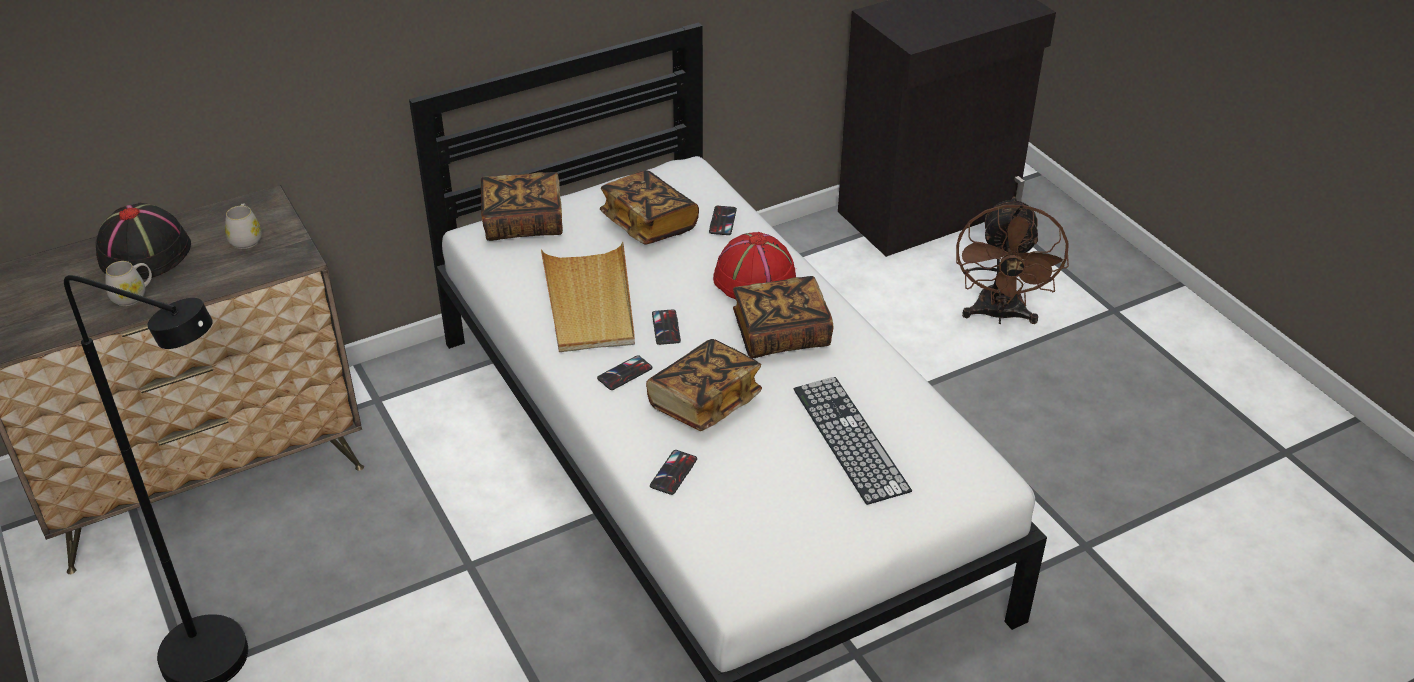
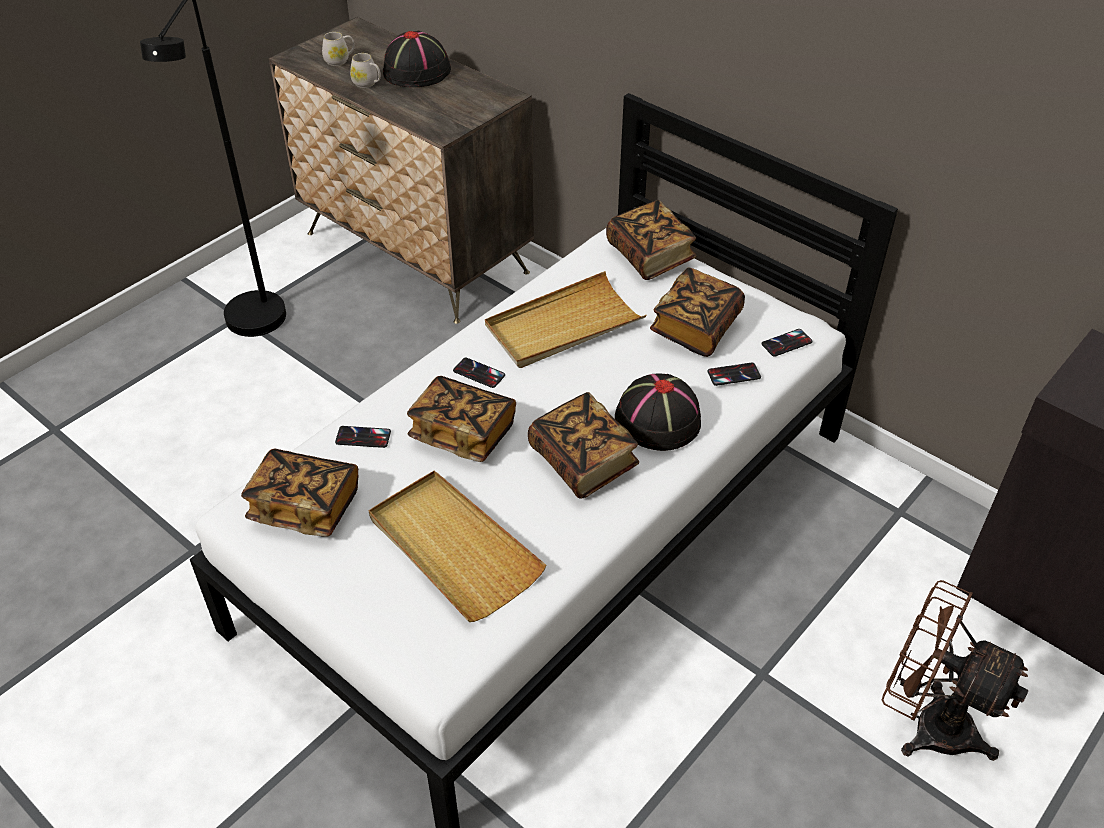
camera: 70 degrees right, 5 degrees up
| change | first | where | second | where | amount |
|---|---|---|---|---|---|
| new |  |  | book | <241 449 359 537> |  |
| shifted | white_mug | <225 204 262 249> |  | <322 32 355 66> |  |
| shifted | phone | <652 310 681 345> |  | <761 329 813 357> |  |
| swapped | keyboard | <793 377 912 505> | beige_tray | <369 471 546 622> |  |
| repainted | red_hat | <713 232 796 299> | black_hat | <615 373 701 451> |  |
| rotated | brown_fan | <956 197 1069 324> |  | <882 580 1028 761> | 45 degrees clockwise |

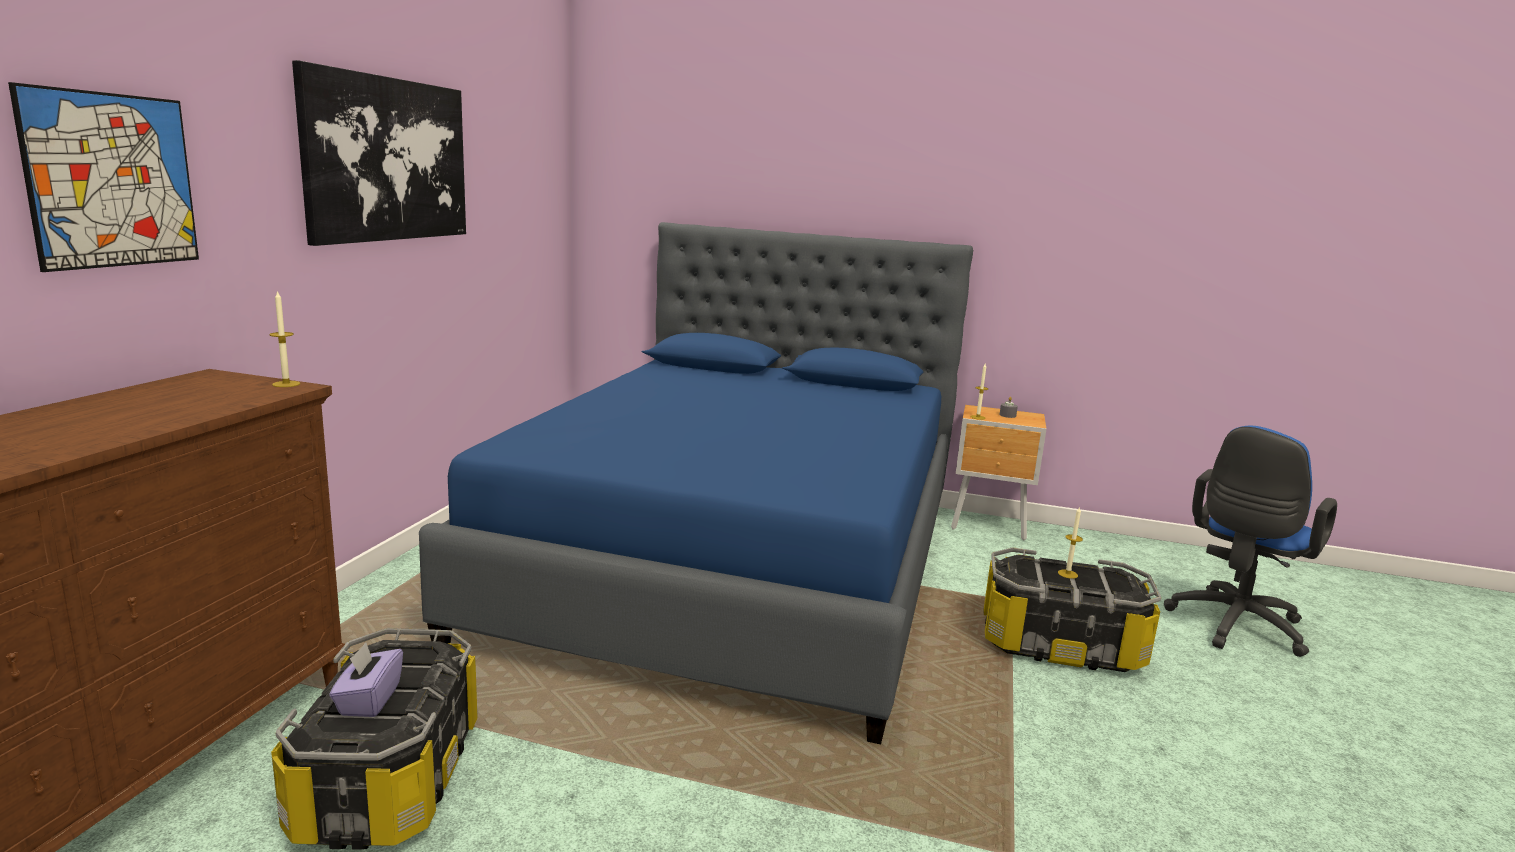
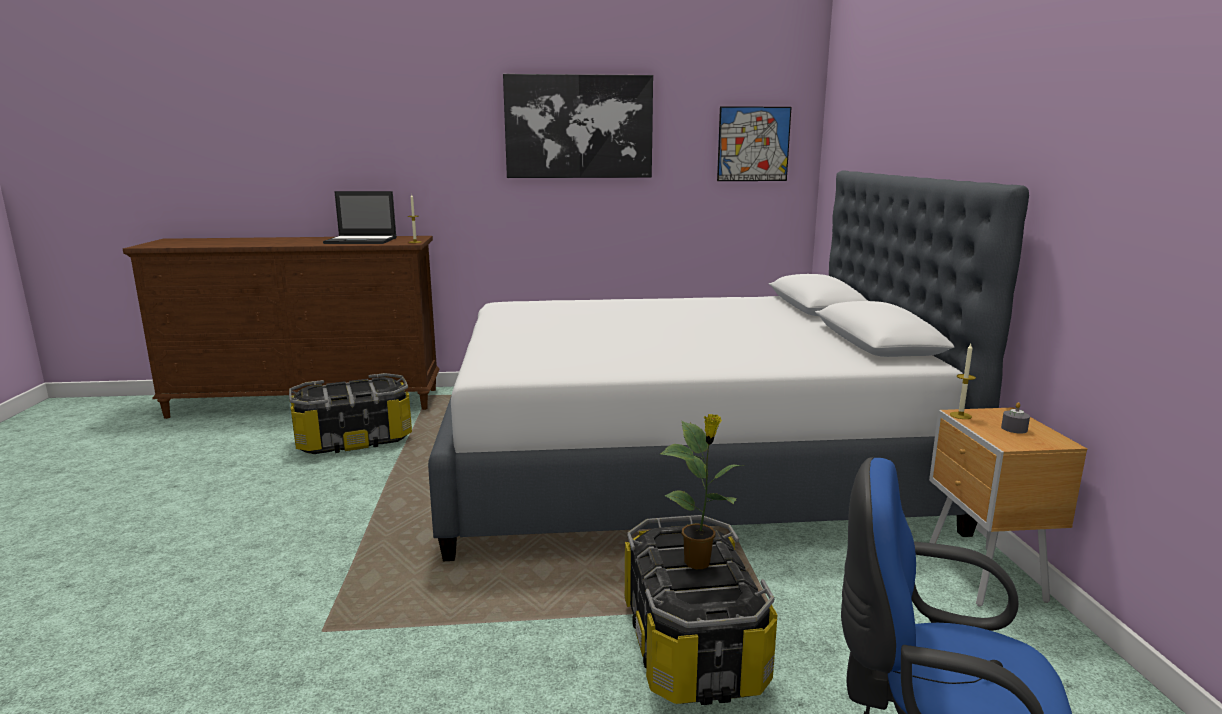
camera: 70 degrees right, 0 degrees up
| change | first | where | second | where | amount |
|---|---|---|---|---|---|
| gone | purple_tissue_box | <329 642 403 717> |  |  |  |
| new |  |  | laptop | <323 191 397 244> |  |
| shifted | picture | <8 82 199 272> |  | <717 106 791 181> |  |
| swapped | candle | <1058 506 1083 579> | potted_plant | <660 414 745 569> |  |
| repainted | blue_bed | <419 222 973 745> | white_bed | <428 170 1029 561> |  |

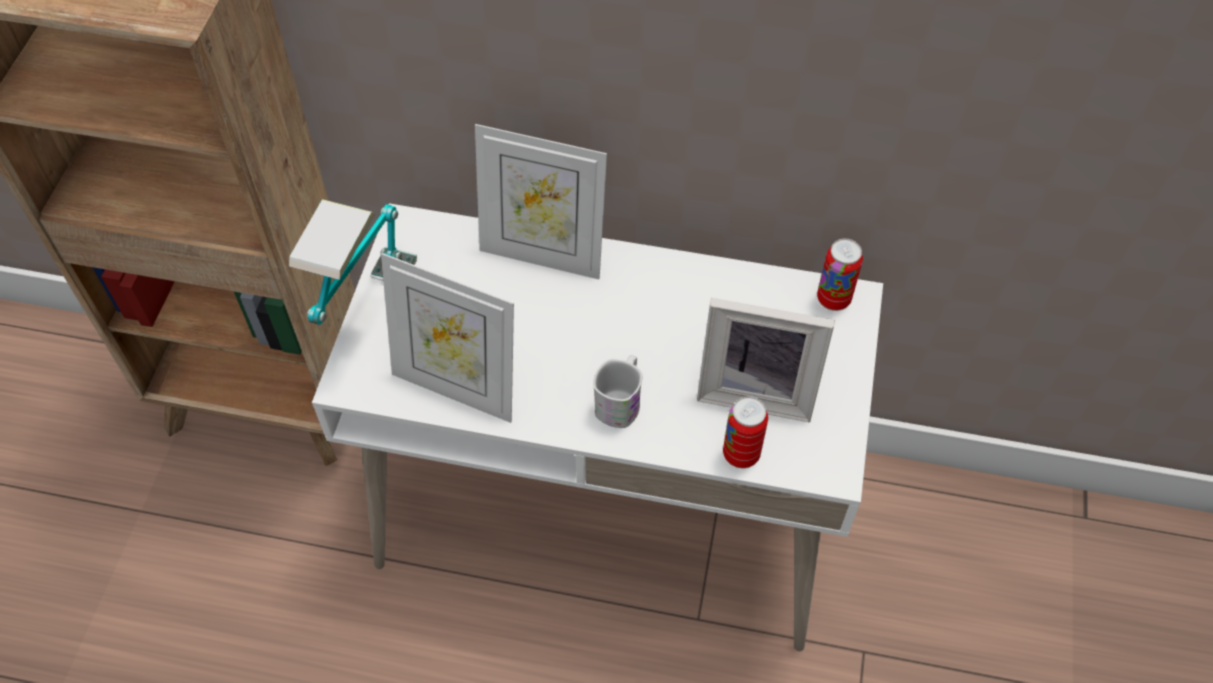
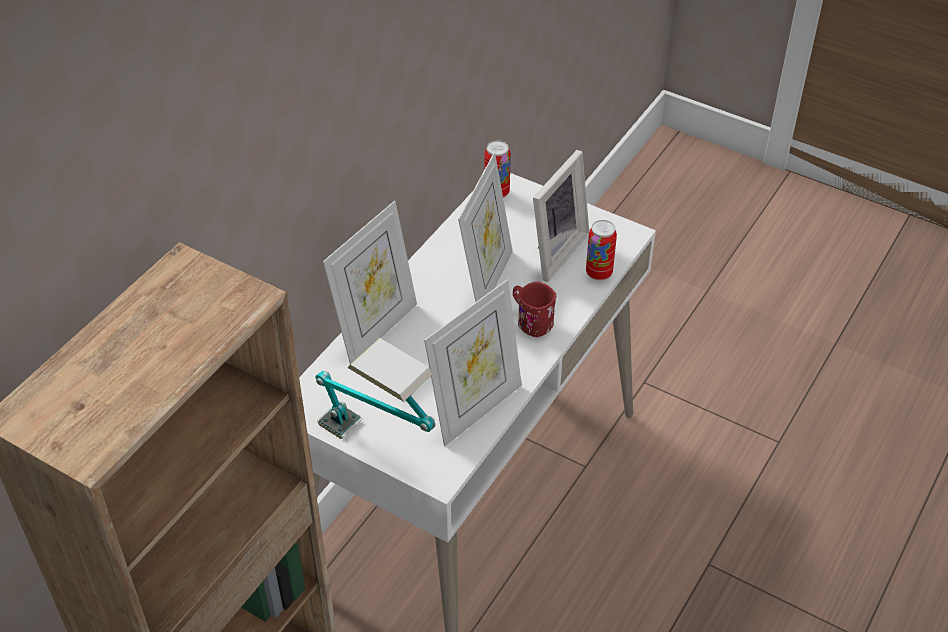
camera: 70 degrees left, 10 degrees down
| change | first | where | second | where | amount |
|---|---|---|---|---|---|
| new |  |  | picture_frame | <458 153 513 302> |  |
| repainted | white_mug | <593 355 643 428> | red_mug | <513 281 557 337> |  |

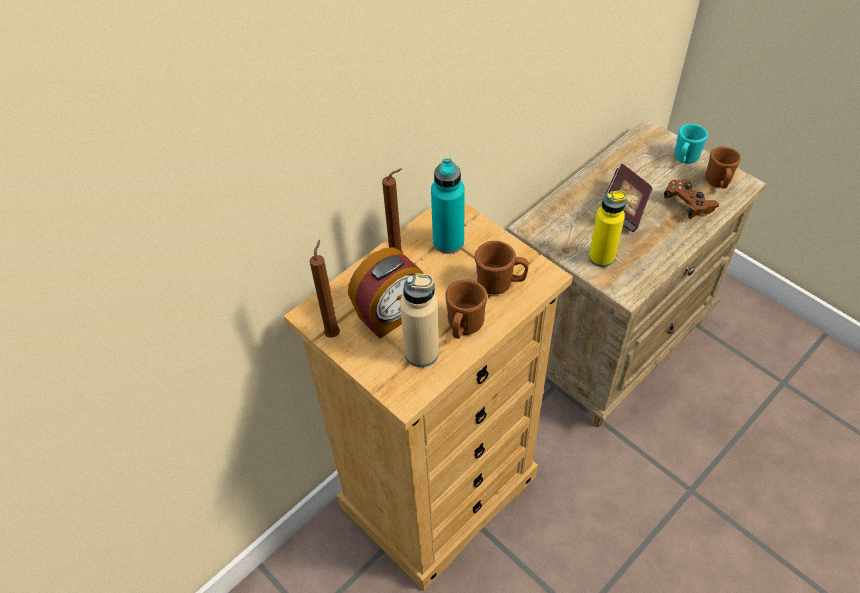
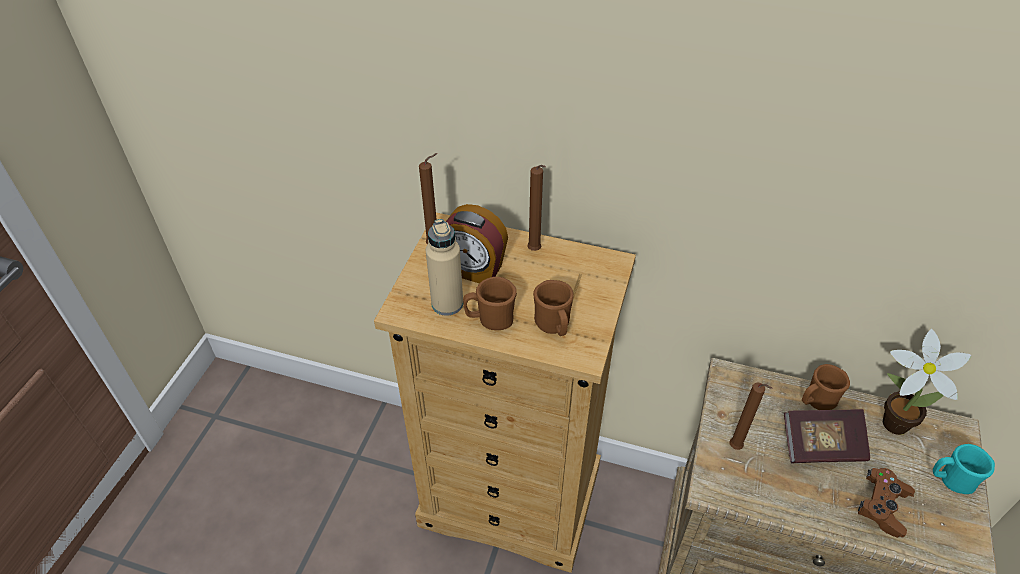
camera: 60 degrees right, 5 degrees down
| change | first | where | second | where | amount |
|---|---|---|---|---|---|
| gone | turquoise_bottle | <431 158 465 254> |  |  |  |
| new |  |  | potted_plant | <883 329 971 435> |  |
| shifted | brown_mug | <705 146 741 188> |  | <802 364 850 410> |  |
| swapped | yellow_bottle | <589 190 627 267> | brown_candle | <730 382 773 450> |  |

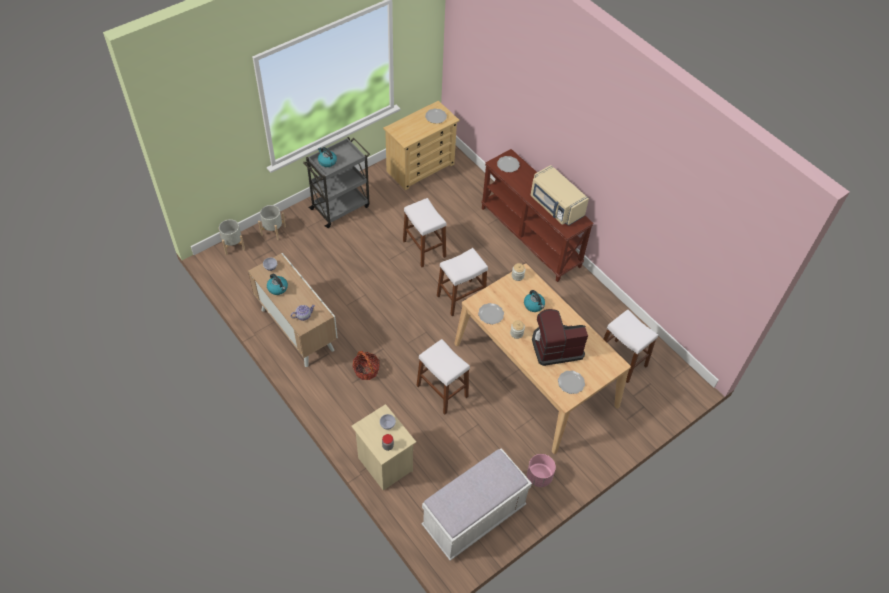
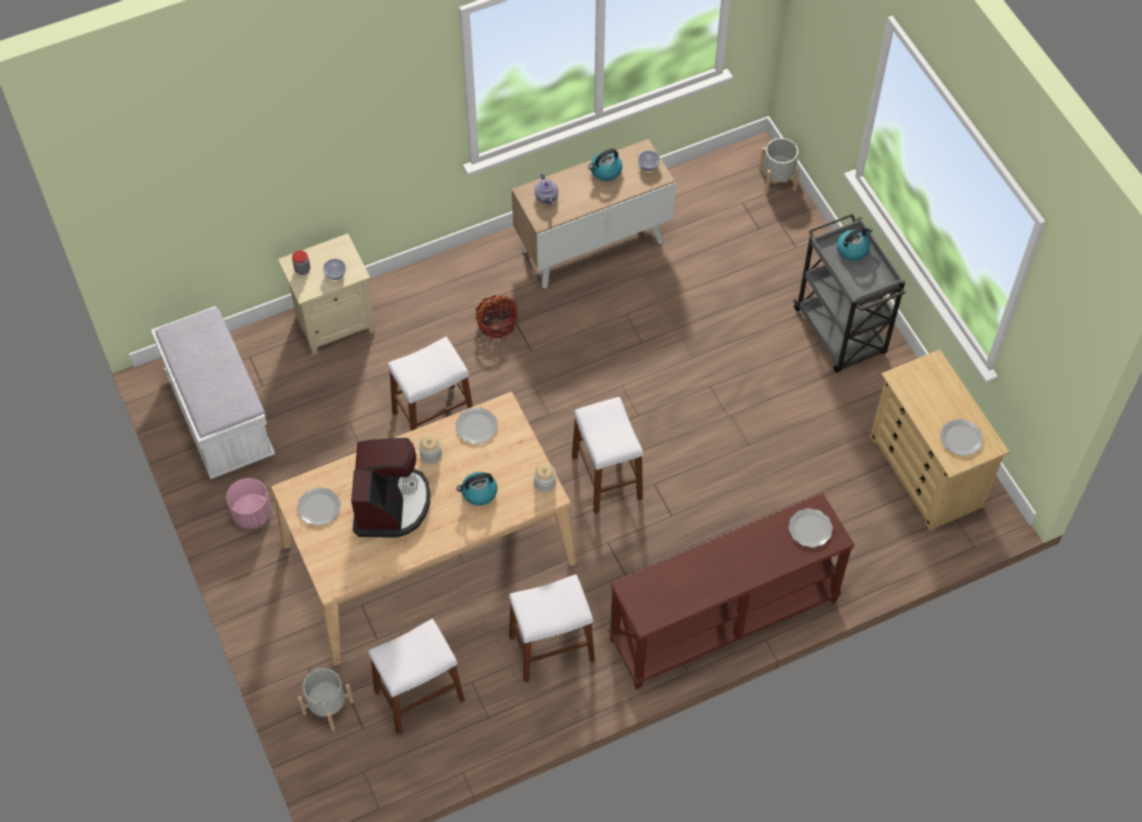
camera: 105 degrees right, 5 degrees up
| change | first | where | second | where | amount |
|---|---|---|---|---|---|
| gone | beige_microwave | <531 165 589 226> |  |  |  |
| shifted | grey_planter | <258 205 286 240> |  | <298 668 354 731> |  |
| shifted | white_stool | <403 198 446 267> |  | <509 574 595 682> |  |

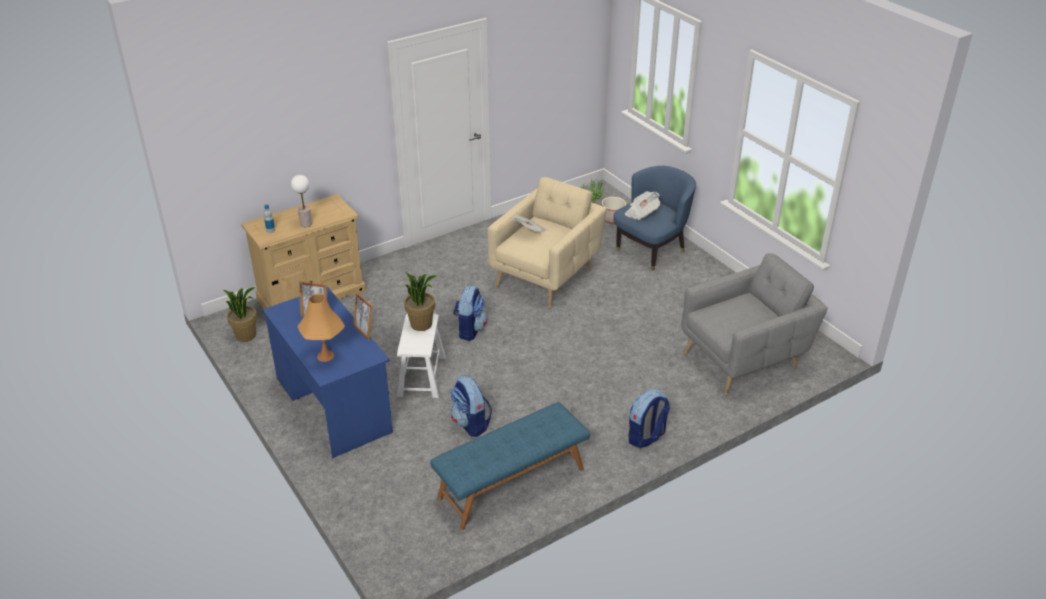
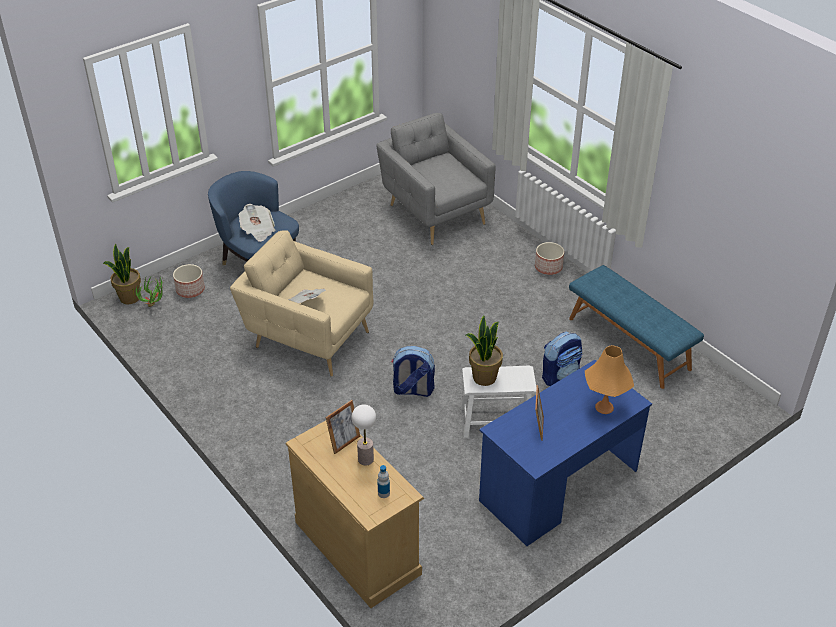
camera: 95 degrees left, 5 degrees up
| change | first | where | second | where | amount |
|---|---|---|---|---|---|
| shifted | potted_plant | <223 287 257 342> |  | <103 244 141 304> |  |
| shifted | picture_frame | <353 292 373 341> |  | <325 400 360 454> |  |
| swapped | backpack | <629 389 670 448> | planter | <535 242 564 275> |  |

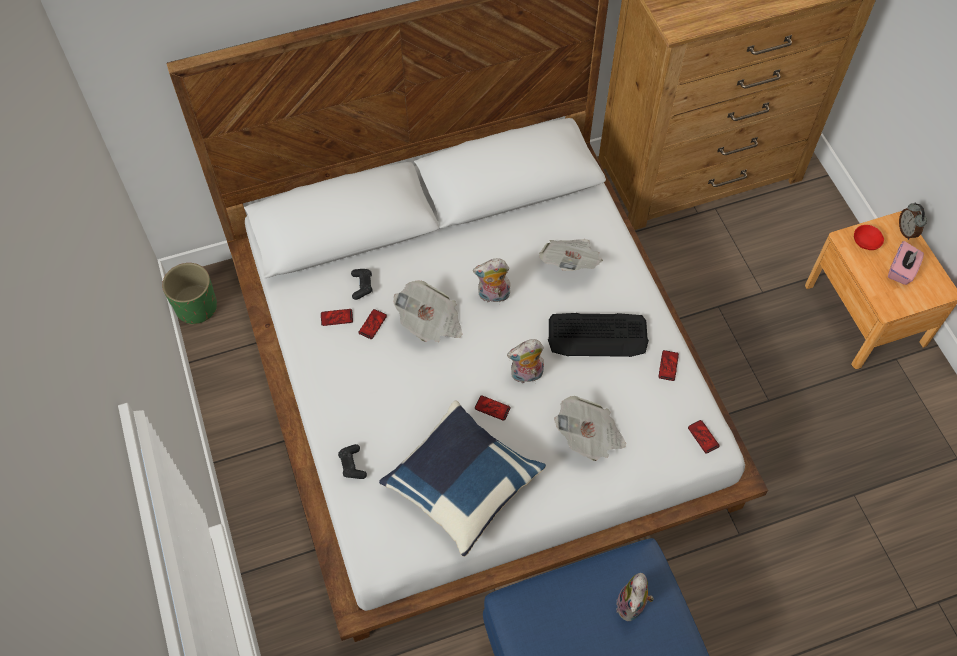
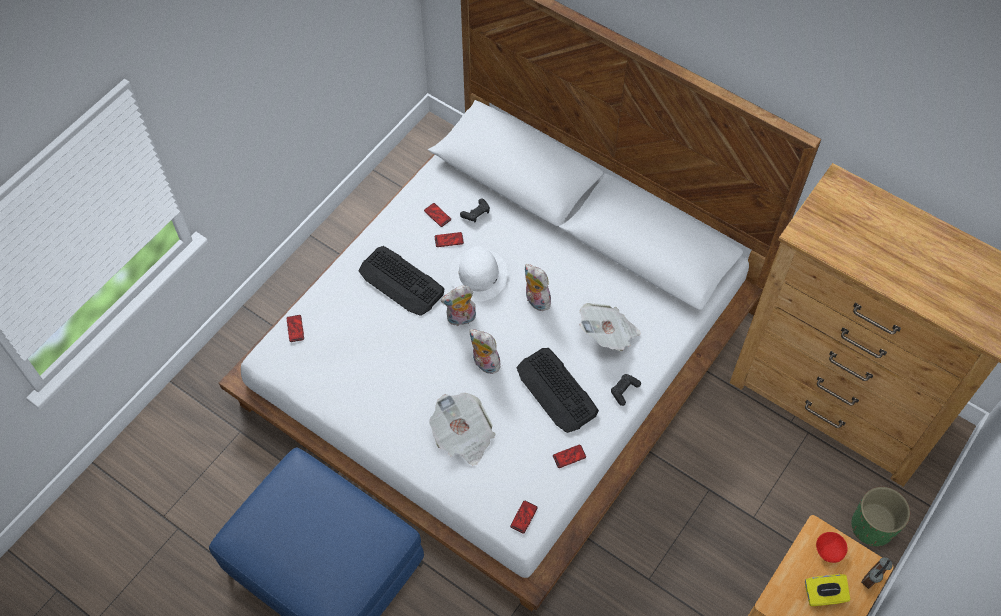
camera: 55 degrees right, 0 degrees up
| change | first | where | second | where | amount |
|---|---|---|---|---|---|
| gone | blue_pillow | <379 400 546 557> |  |  |  |
| new |  |  | keyboard | <358 246 445 316> |  |
| shifted | green_planter | <162 263 217 325> |  | <851 487 910 546> |  |
| shifted | black_game_controller | <338 444 367 479> |  | <611 374 641 406> |  |
| shifted | phone | <475 395 511 421> |  | <286 315 304 342> |  |
| shifted | plush_toy | <616 573 654 621> |  | <441 285 476 326> |  |
| swapped | newspaper | <393 280 462 342> | white_hat | <450 246 508 301> |  |
| repainted | pink_tissue_box | <888 241 924 285> | yellow_tissue_box | <805 574 851 606> |  |

